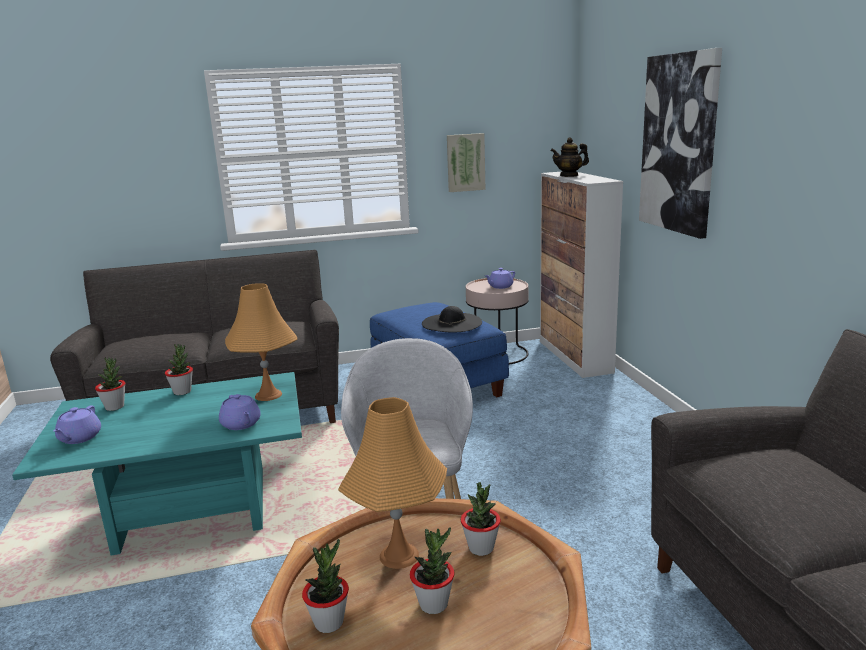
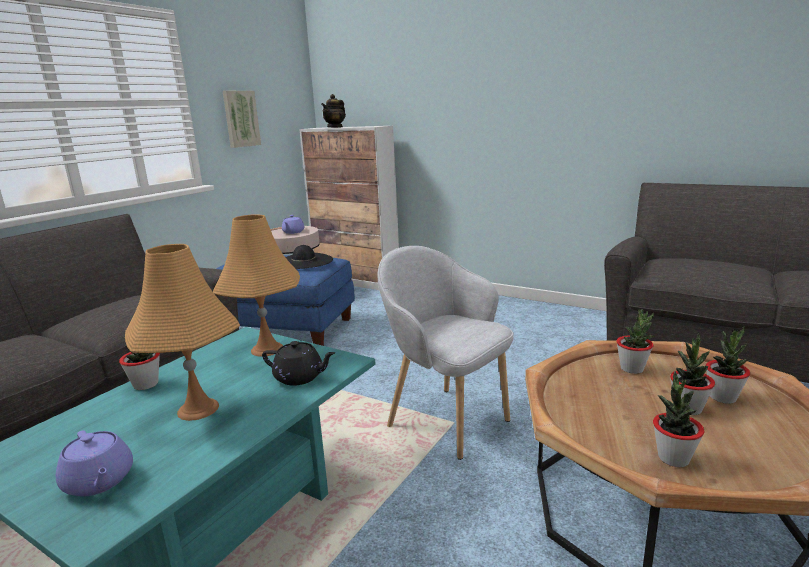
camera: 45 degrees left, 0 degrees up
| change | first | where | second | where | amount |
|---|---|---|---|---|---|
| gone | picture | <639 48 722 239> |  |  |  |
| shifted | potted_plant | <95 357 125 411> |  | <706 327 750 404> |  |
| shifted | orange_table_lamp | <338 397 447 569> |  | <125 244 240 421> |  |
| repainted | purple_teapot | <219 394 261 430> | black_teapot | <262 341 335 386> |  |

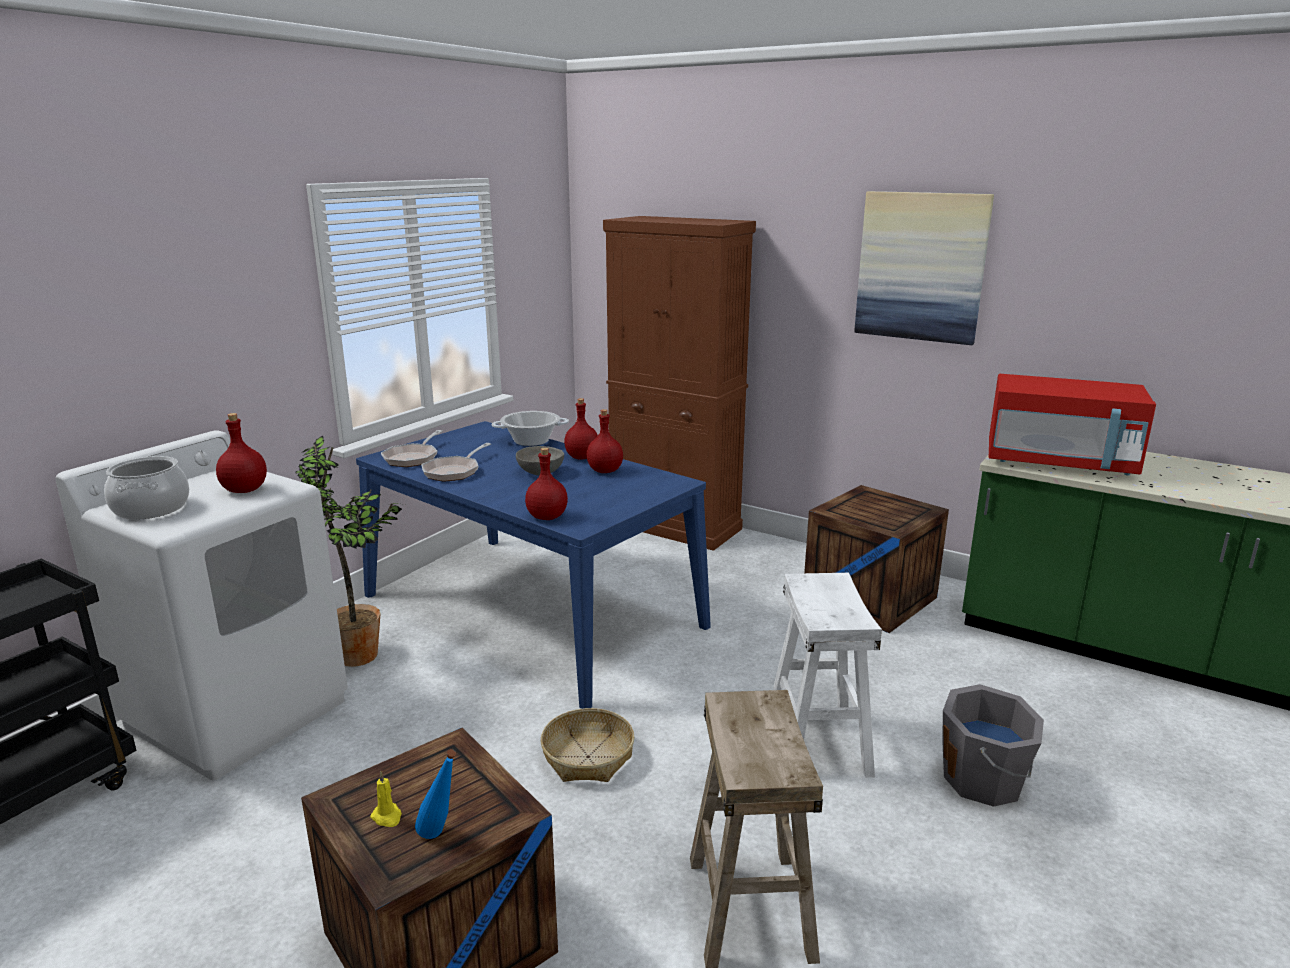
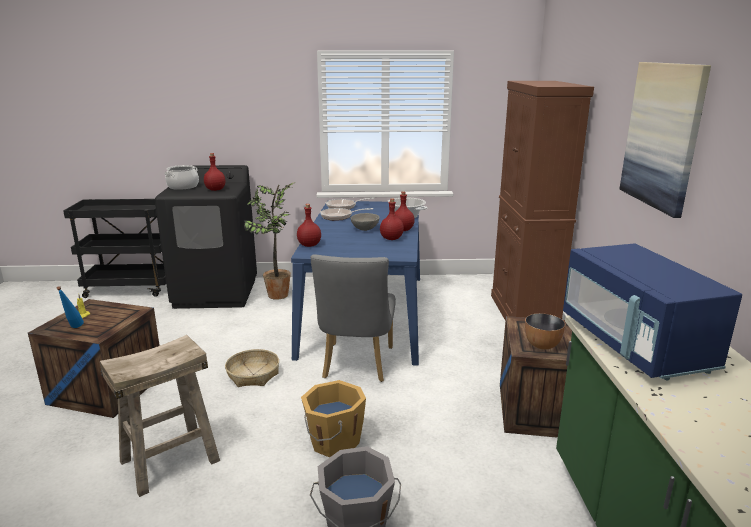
camera: 55 degrees right, 0 degrees up
| change | first | where | second | where | amount |
|---|---|---|---|---|---|
| new |  |  | grey_chair | <311 254 396 382> |  |
| new |  |  | bowl | <525 313 565 349> |  |
| swapped | white_stool | <773 573 882 778> | orange_bucket | <301 380 366 458> |  |
| repainted | white_washing_machine | <55 430 348 780> | black_washing_machine | <155 165 257 309> |  |
| repainted | red_microwave | <988 374 1156 476> | blue_microwave | <563 243 742 380> |  |

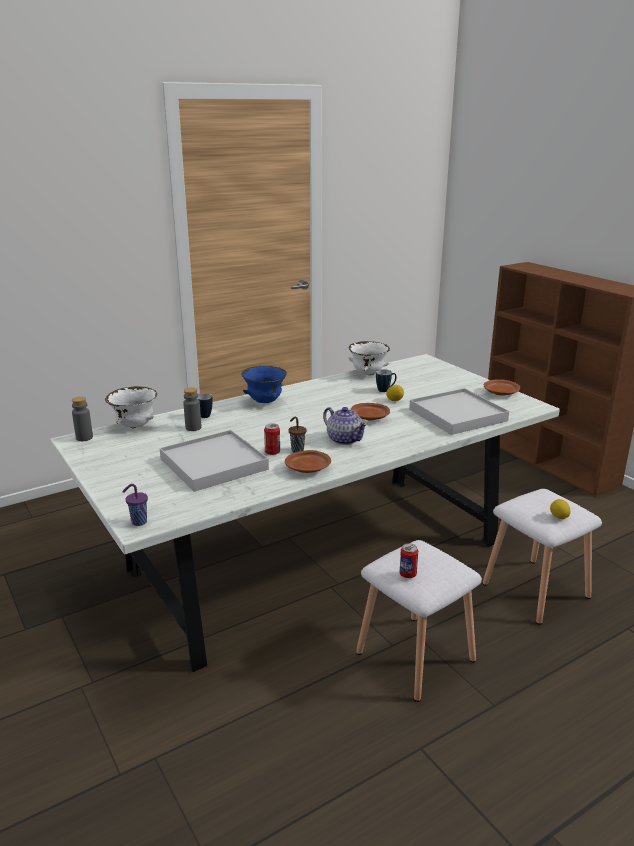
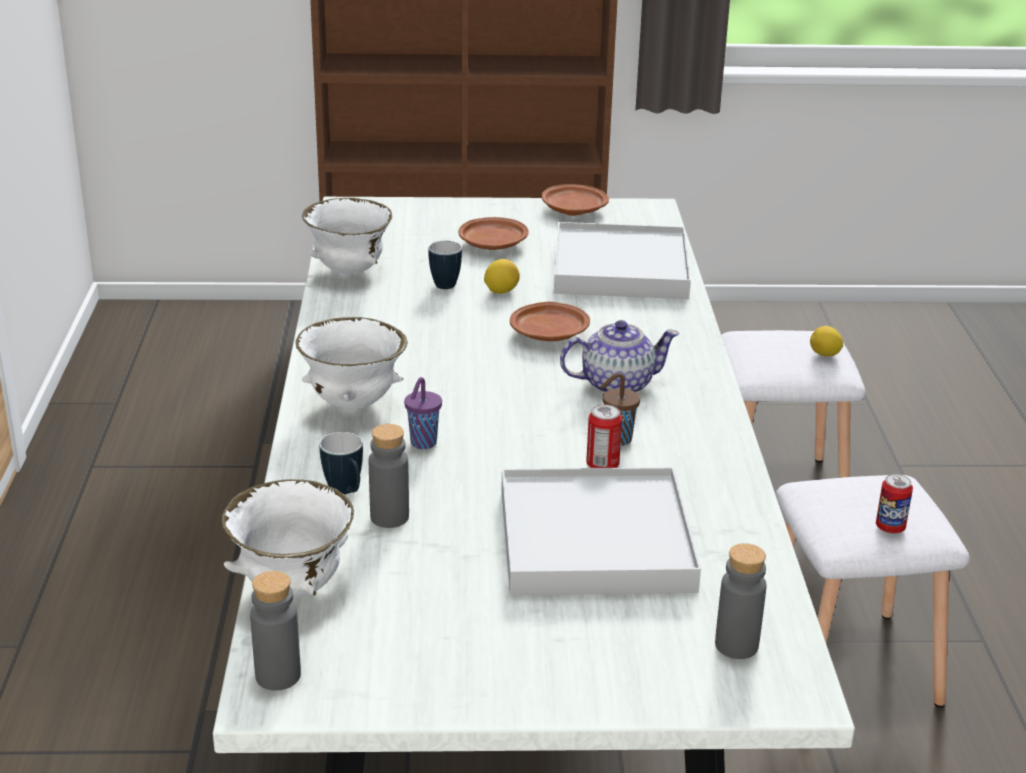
camera: 60 degrees left, 5 degrees up
| change | first | where | second | where | amount |
|---|---|---|---|---|---|
| new |  |  | grey_bottle | <715 543 767 659> |  |
| shifted | purple_cup | <122 484 148 526> |  | <404 377 442 449> |  |
| shifted | brown_plate | <285 450 331 473> |  | <458 217 529 250> |  |
| repainted | blue_bowl | <241 366 287 403> | white_bowl | <296 317 407 411> |  |

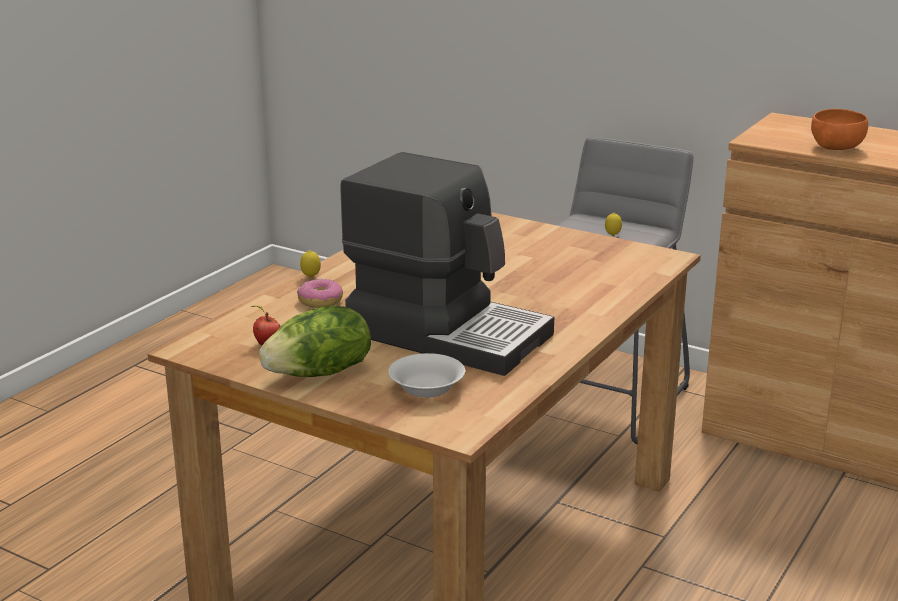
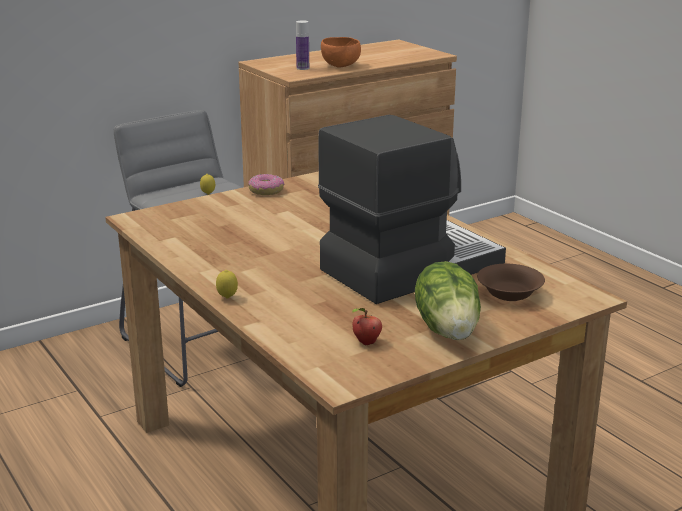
camera: 65 degrees left, 0 degrees up
| change | first | where | second | where | amount |
|---|---|---|---|---|---|
| new |  |  | bottle | <296 20 309 70> |  |
| shifted | donut | <297 279 343 308> |  | <248 174 284 195> |  |
| repainted | white_bowl | <388 353 465 398> | brown_bowl | <477 264 545 301> |  |

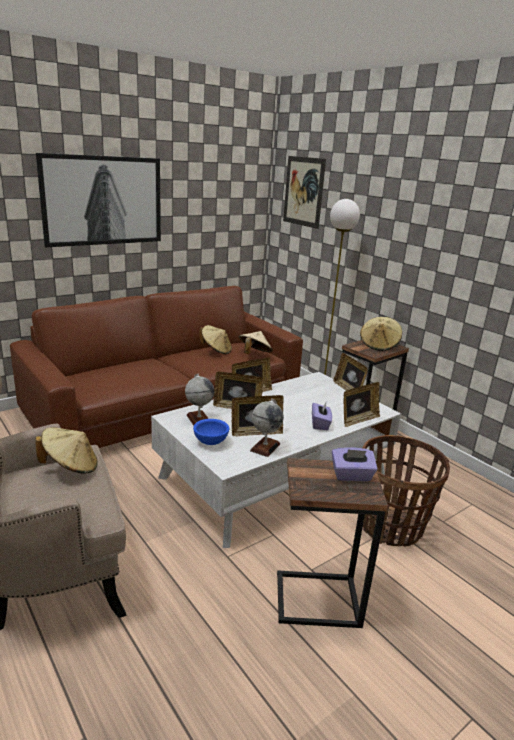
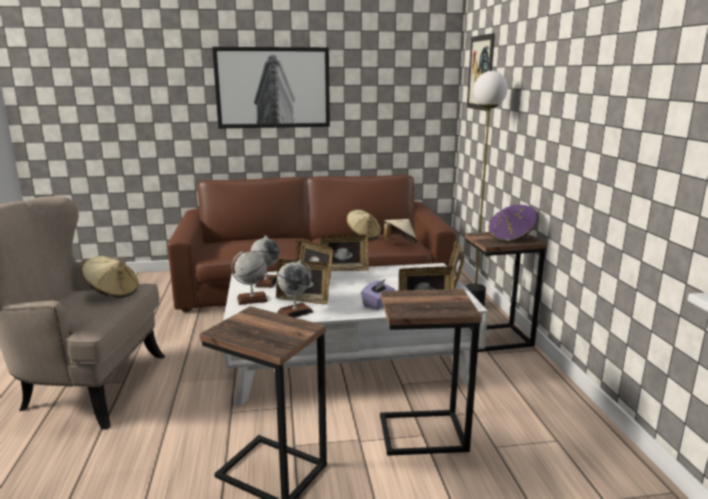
camera: 30 degrees right, 5 degrees down
| change | first | where | second | where | amount |
|---|---|---|---|---|---|
| gone | purple_tissue_box | <332 447 378 481> |  |  |  |
| swapped | blue_bowl | <193 419 229 445> | globe | <231 251 268 305> |  |
| swapped | basket | <362 435 450 546> | side_table | <380 289 482 456> |  |
| repainted | beige_hat | <360 317 402 351> | purple_hat | <489 205 537 242> |  |

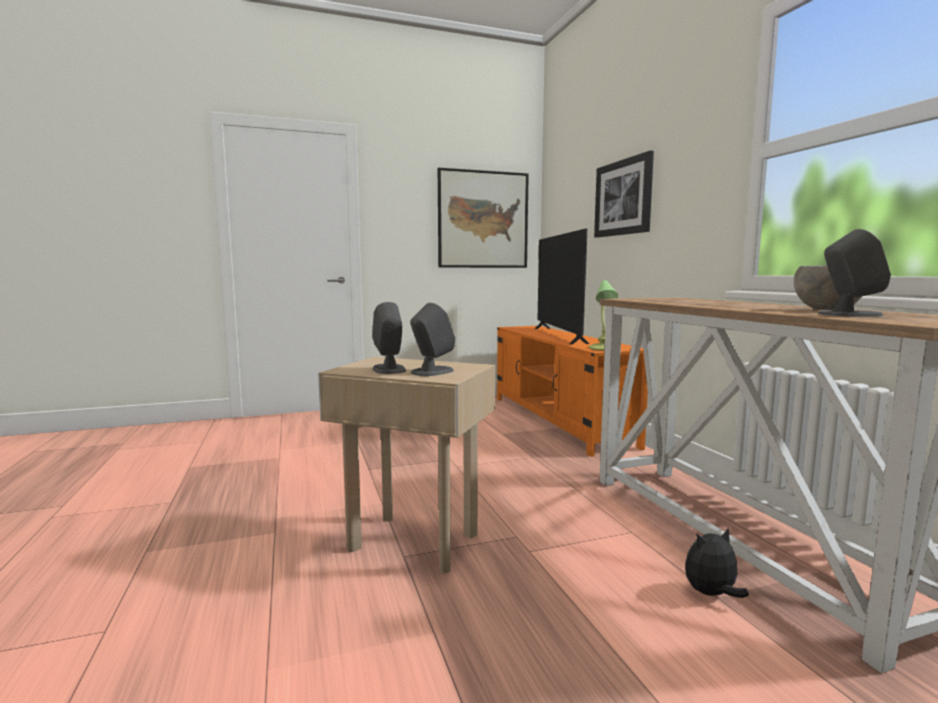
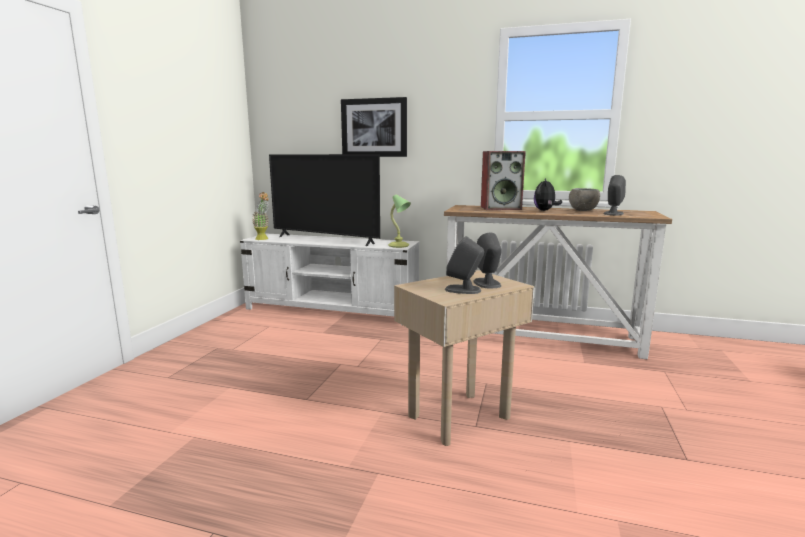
camera: 55 degrees left, 5 degrees up
| change | first | where | second | where | amount |
|---|---|---|---|---|---|
| gone | picture | <438 168 529 268> |  |  |  |
| new |  |  | potted_plant | <252 192 269 240> |  |
| new |  |  | speaker | <481 151 526 210> |  |
| shifted | plush_toy | <685 528 749 598> |  | <534 178 562 211> |  |
| repainted | orange_tv_stand | <497 326 648 457> | white_tv_stand | <240 233 419 316> |  |

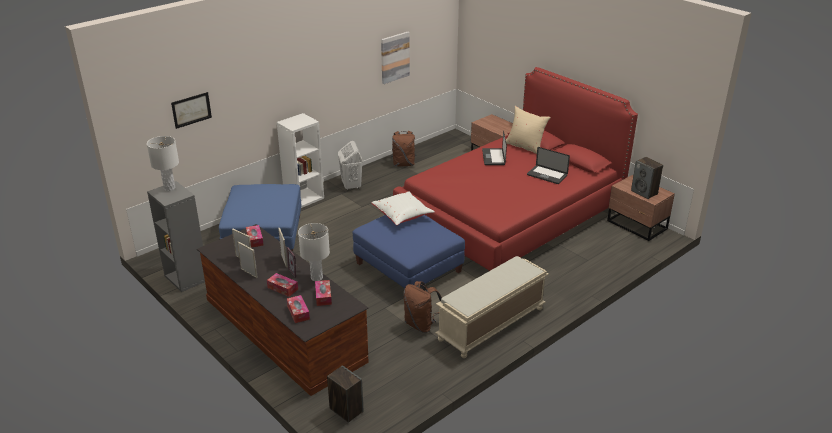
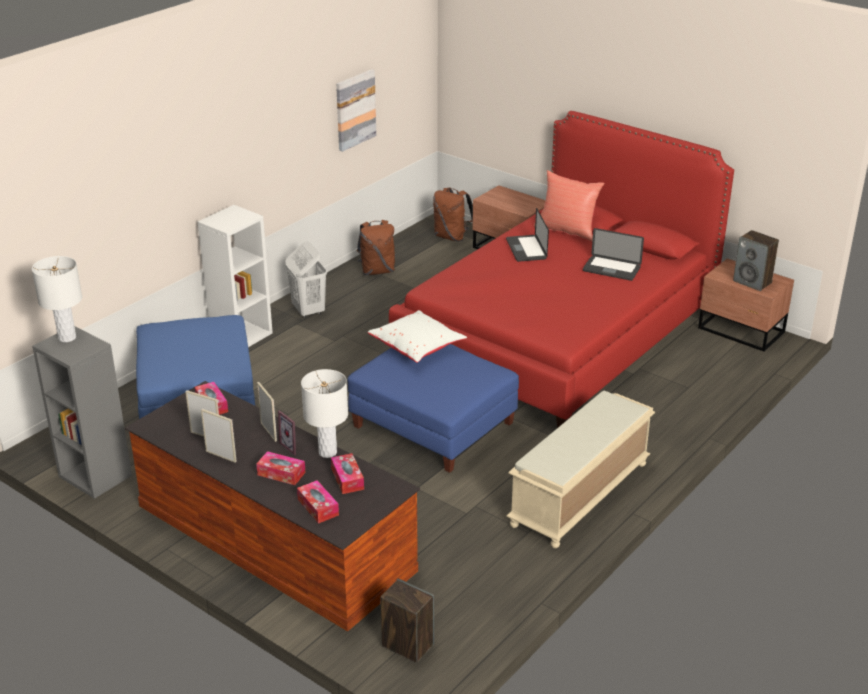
camera: 10 degrees left, 0 degrees up
| change | first | where | second | where | amount |
|---|---|---|---|---|---|
| gone | picture | <171 92 212 129> |  |  |  |
| shifted | brown_backpack | <404 281 442 333> |  | <433 187 473 242> |  |
| repainted | beige_pillow | <506 106 551 154> | red_pillow | <534 170 605 242> |  |

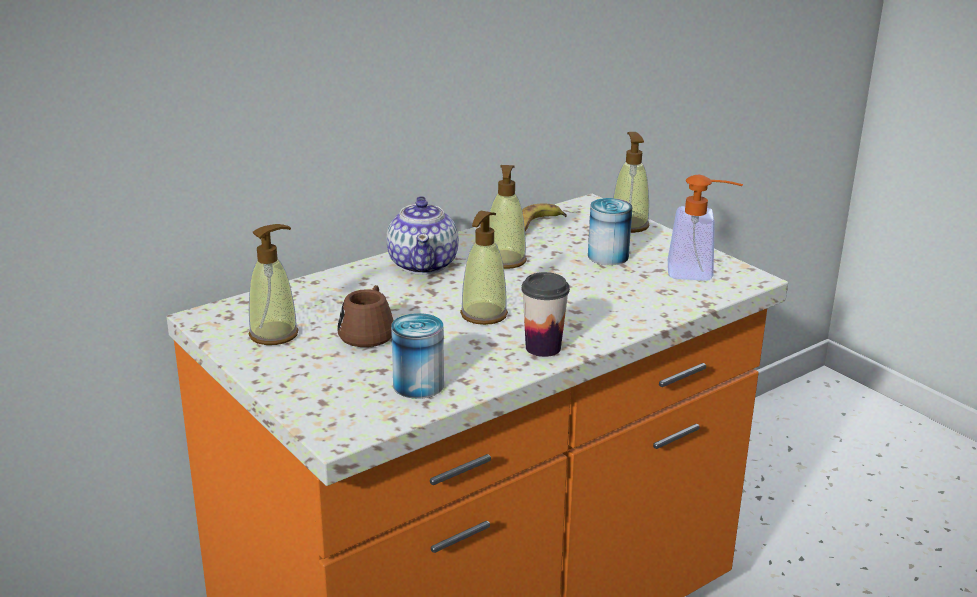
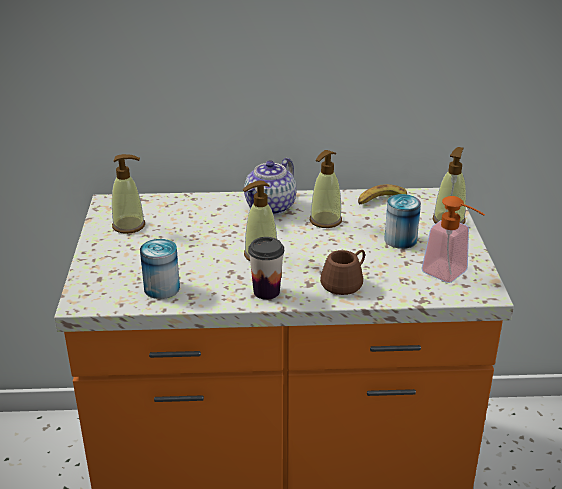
camera: 35 degrees right, 5 degrees up
| change | first | where | second | where | amount |
|---|---|---|---|---|---|
| shifted | brown_mug | <338 285 394 347> |  | <320 250 365 295> |  |

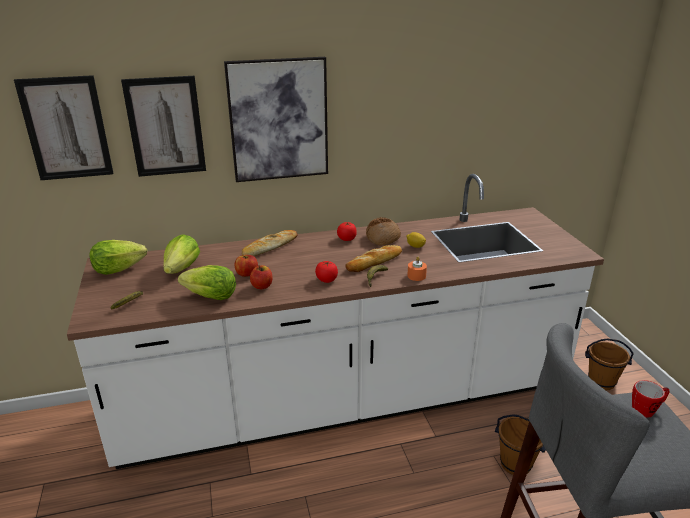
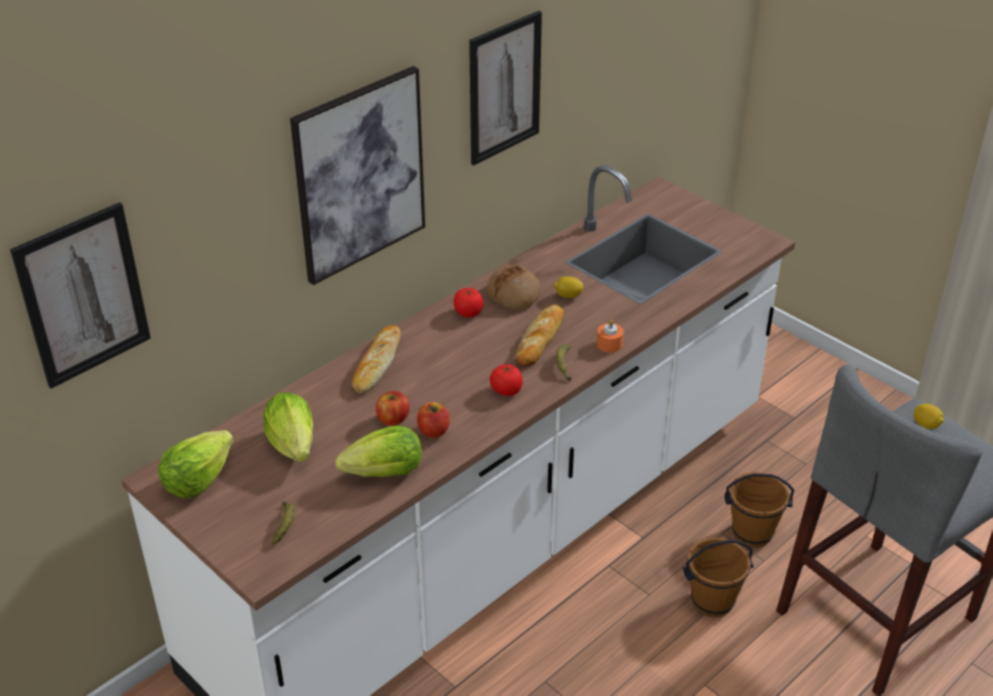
camera: 30 degrees left, 10 degrees up
| change | first | where | second | where | amount |
|---|---|---|---|---|---|
| shifted | picture | <121 76 206 177> |  | <469 11 542 165> |  |
| shifted | brown_bucket | <585 338 634 390> |  | <683 538 754 617> |  |
| swapped | mug | <632 380 669 418> | lemon | <914 404 944 429> |  |

